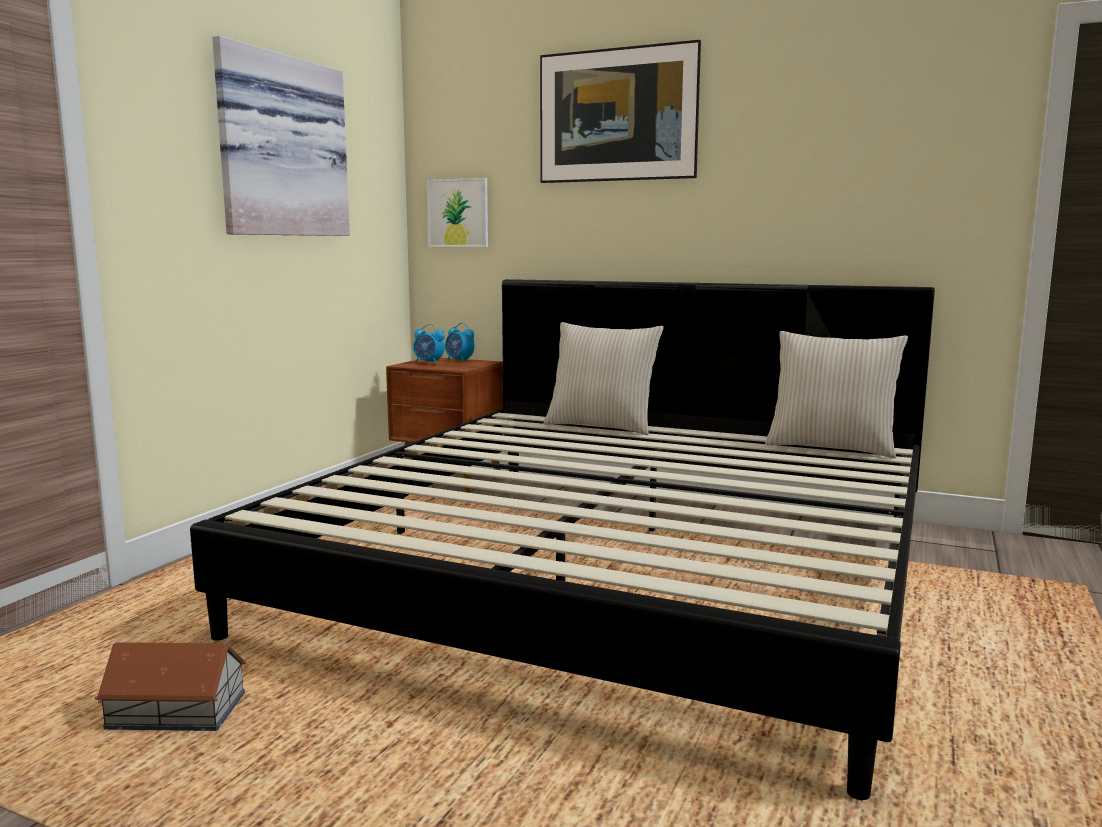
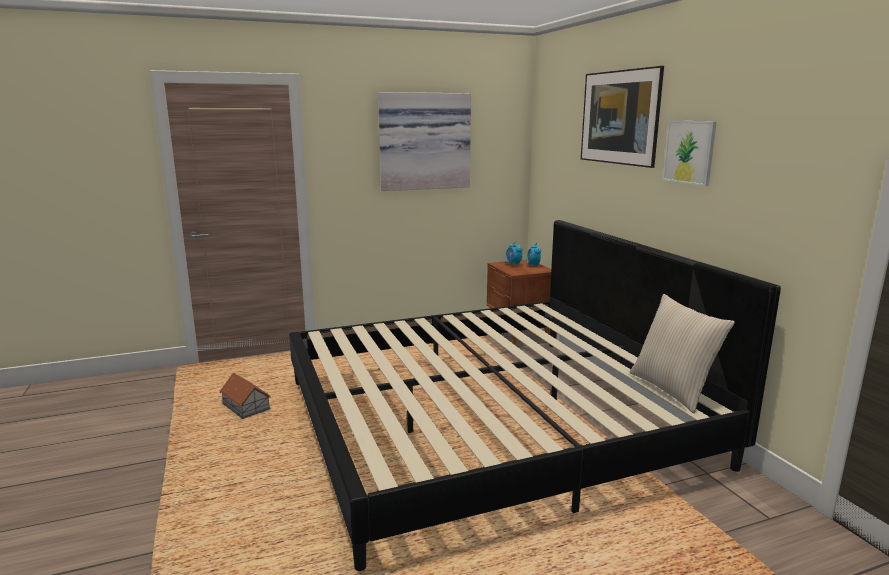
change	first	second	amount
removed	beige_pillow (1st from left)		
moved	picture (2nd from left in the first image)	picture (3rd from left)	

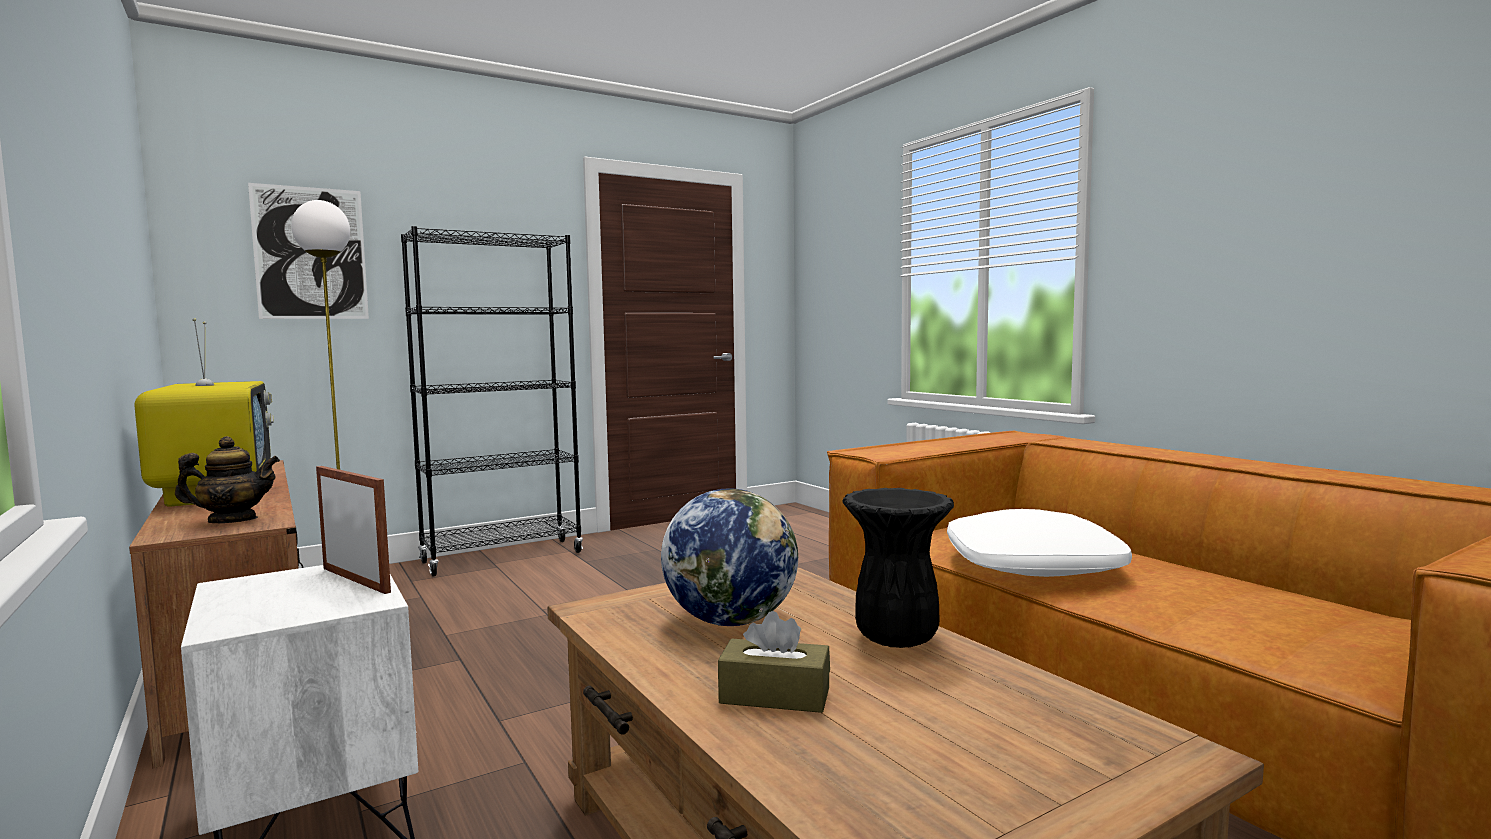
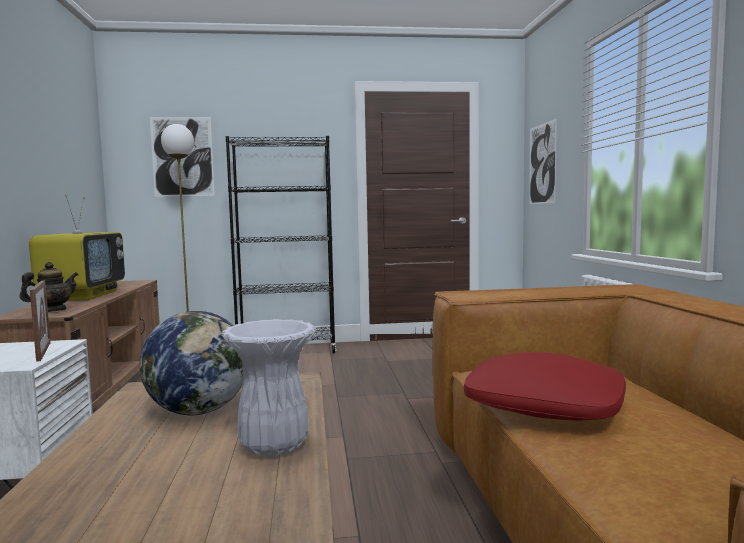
change	first	second	amount
removed	brown_tissue_box		
added		picture (2nd from left)	
recoloured	black_vase	white_vase	
recoloured	white_pillow	red_pillow	
turned	teapot		60 degrees counterclockwise

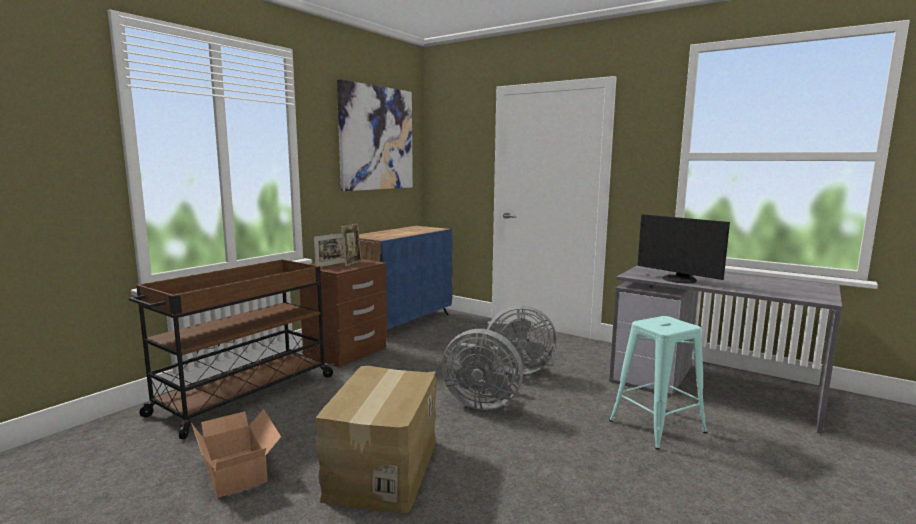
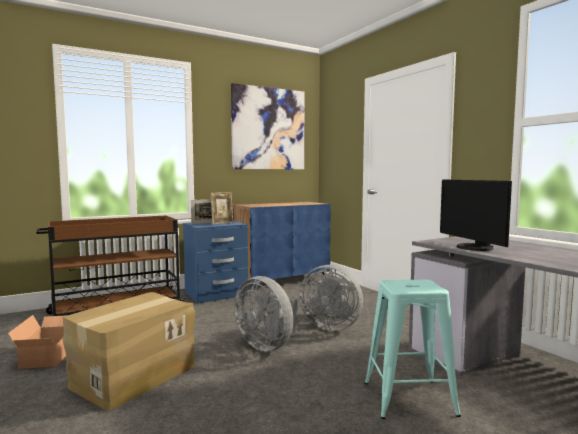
change	first	second	amount
recoloured	brown_nightstand	blue_nightstand	

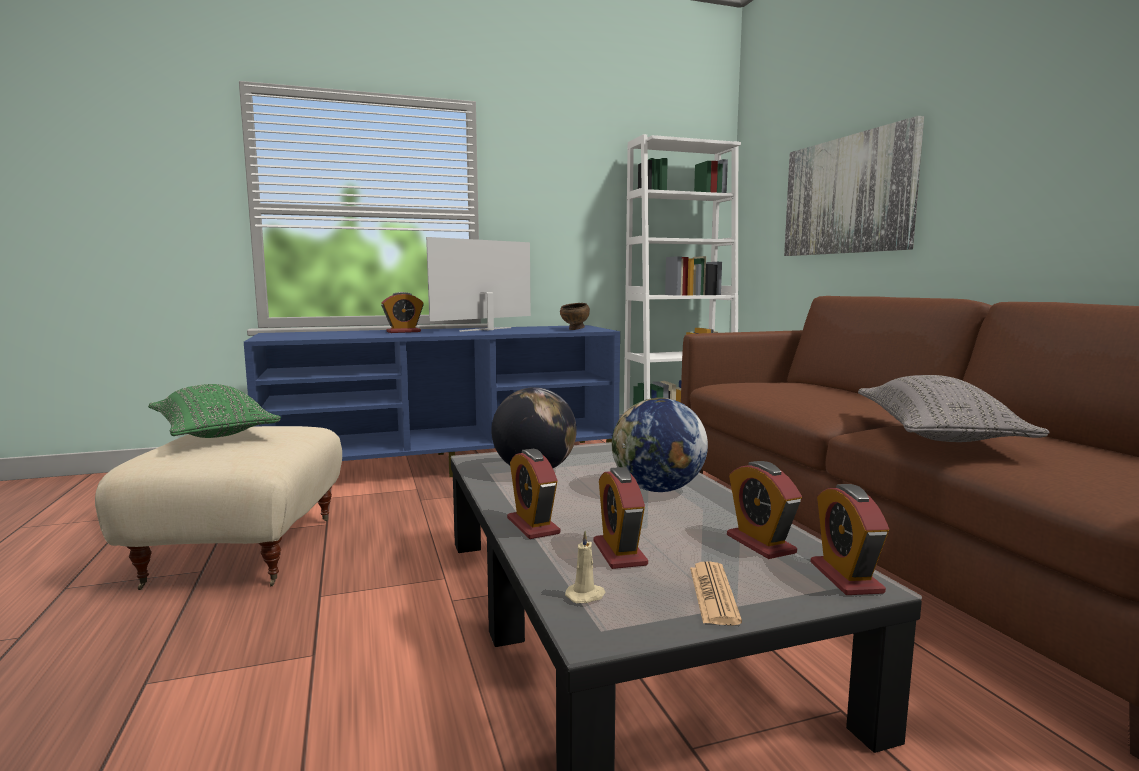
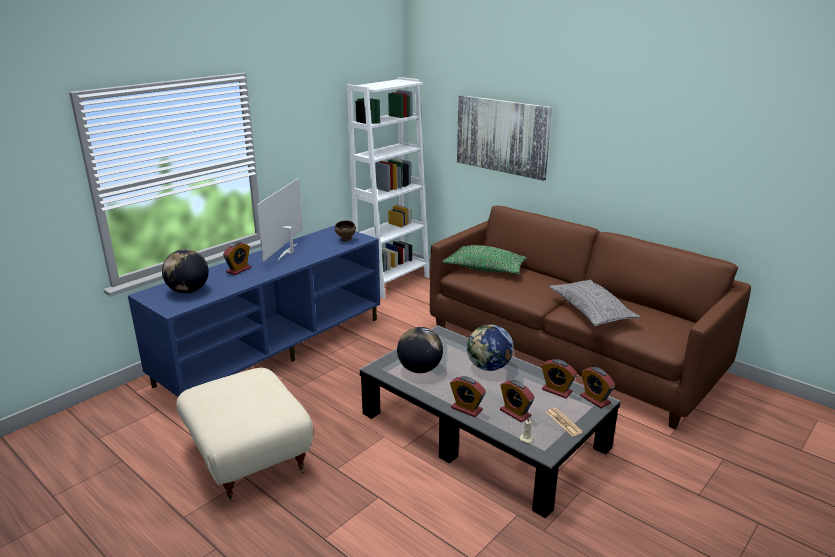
change	first	second	amount
added		globe (1st from left)	
moved	green_pillow		

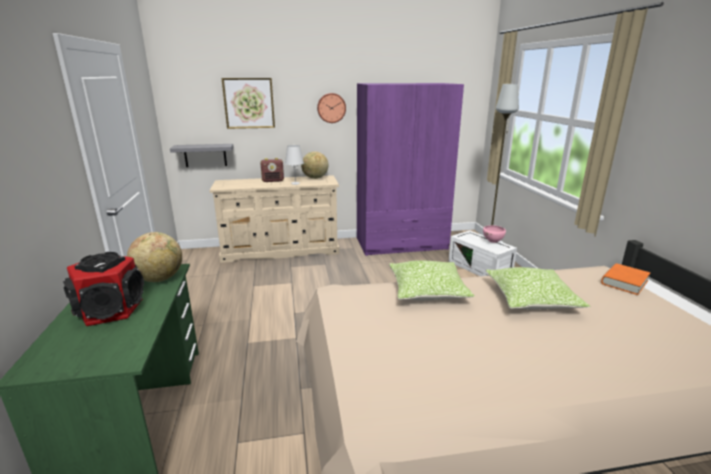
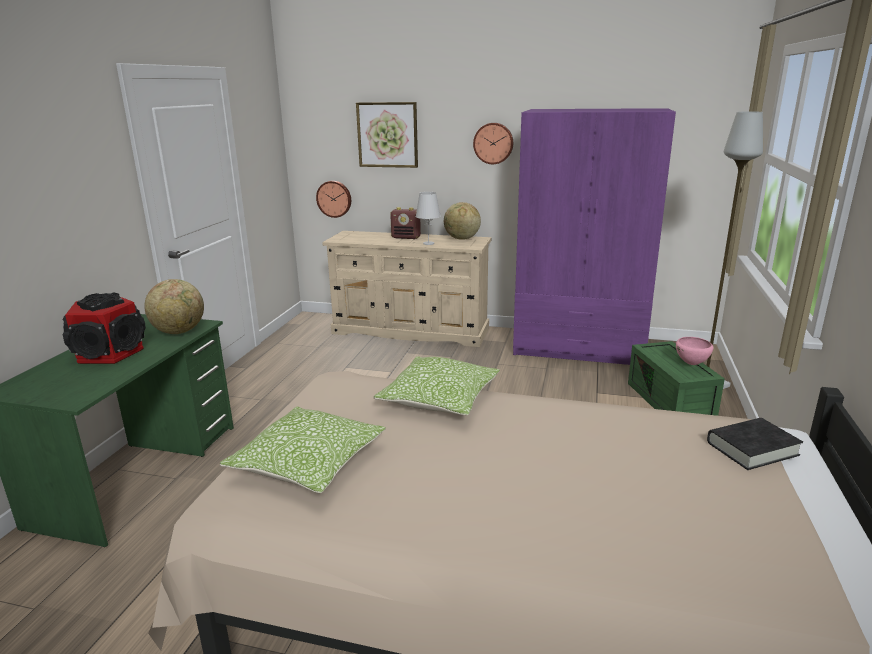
change	first	second	amount
moved	pillow (2nd from left in the first image)	pillow (1st from left)	
replaced	grey_shelf	wall_clock (1st from left)	
recoloured	white_storage_box	green_storage_box	
recoloured	orange_book	black_book	

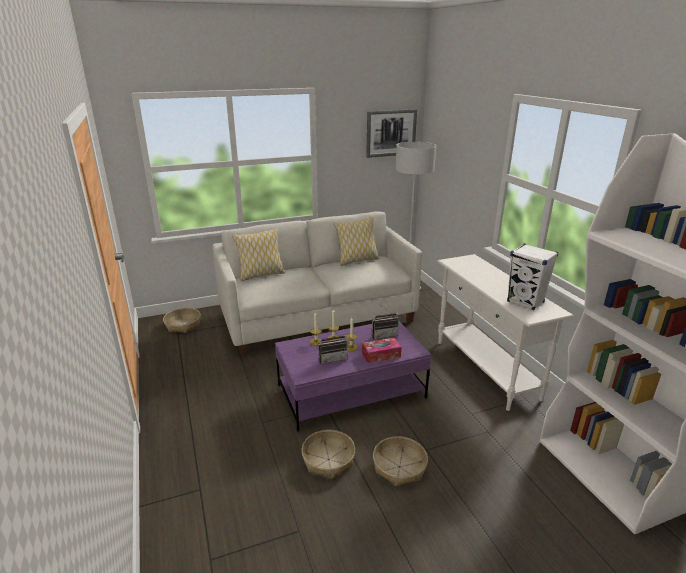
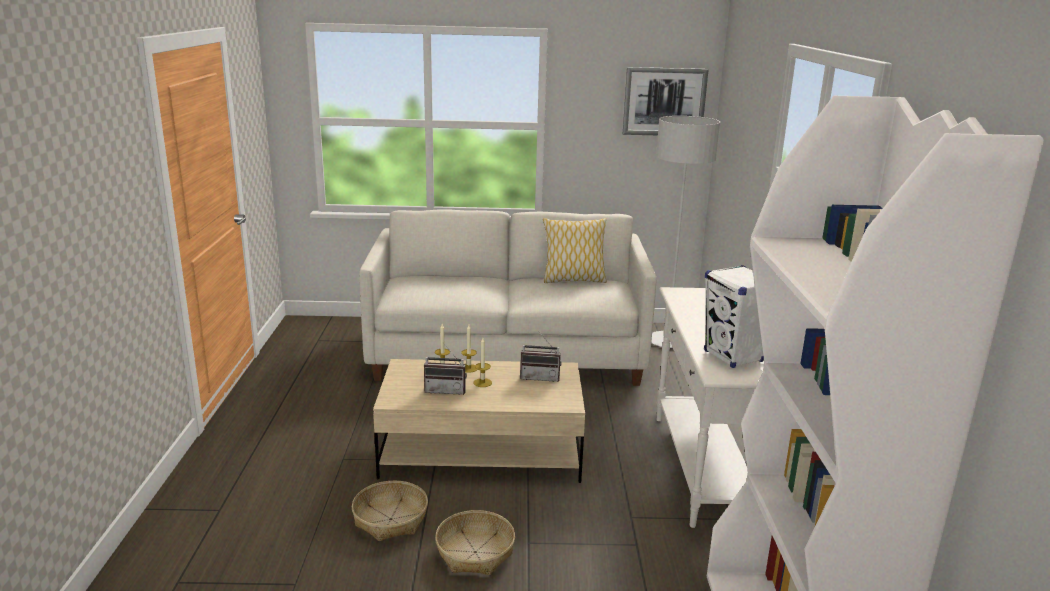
change	first	second	amount
removed	basket (1st from left)		
removed	pillow (1st from left)		
removed	tissue_box		
recoloured	purple_coffee_table	beige_coffee_table	

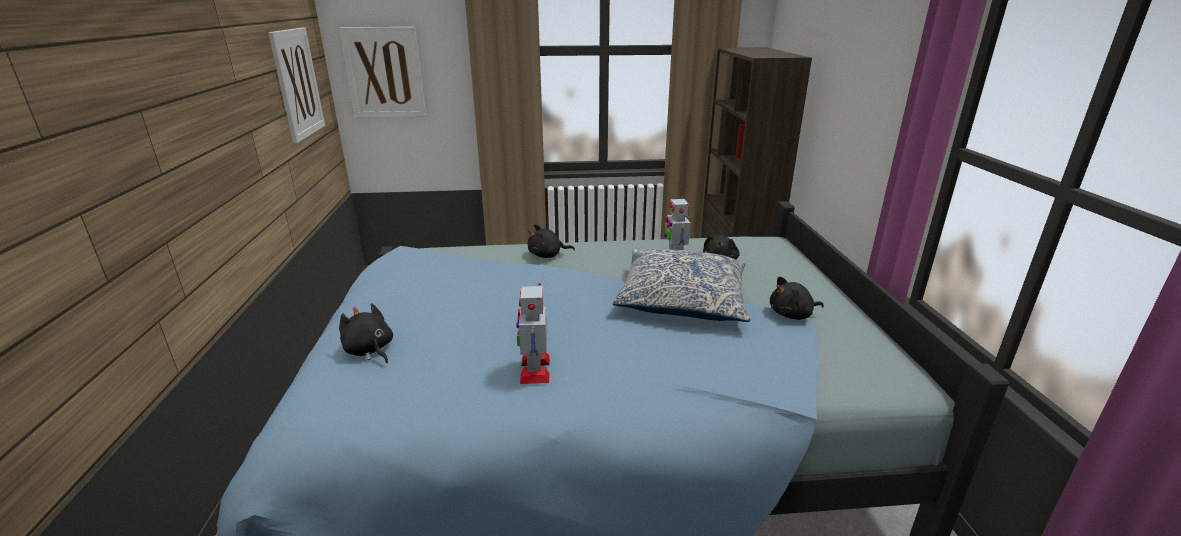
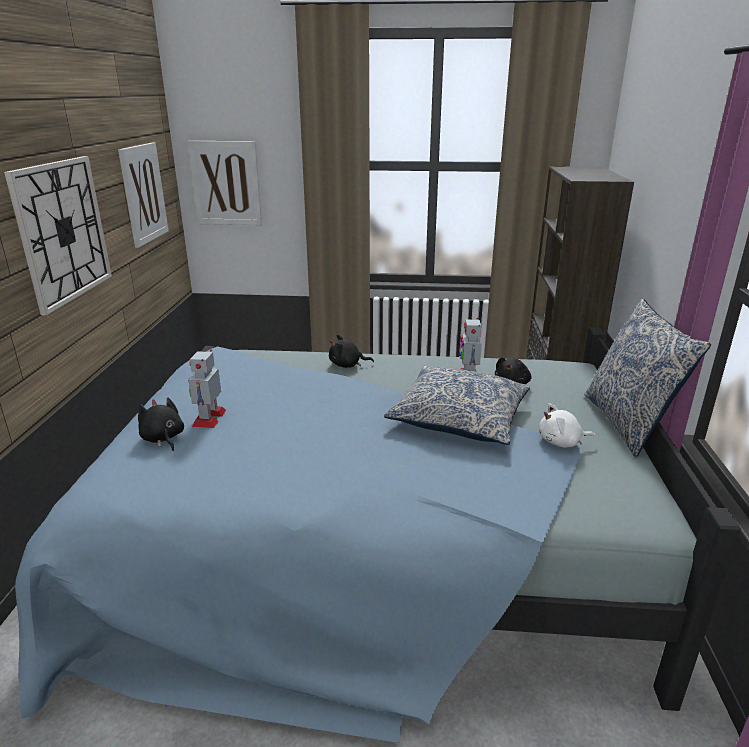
change	first	second	amount
added		wall_clock	
added		pillow (2nd from left)	
moved	toy_robot (1st from left)		
recoloured	black_plush_toy (4th from left)	white_plush_toy	

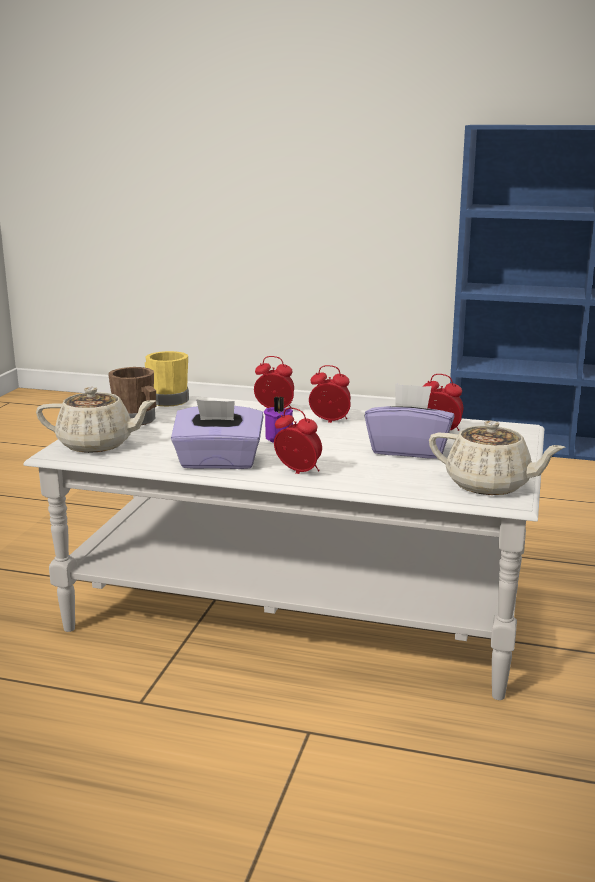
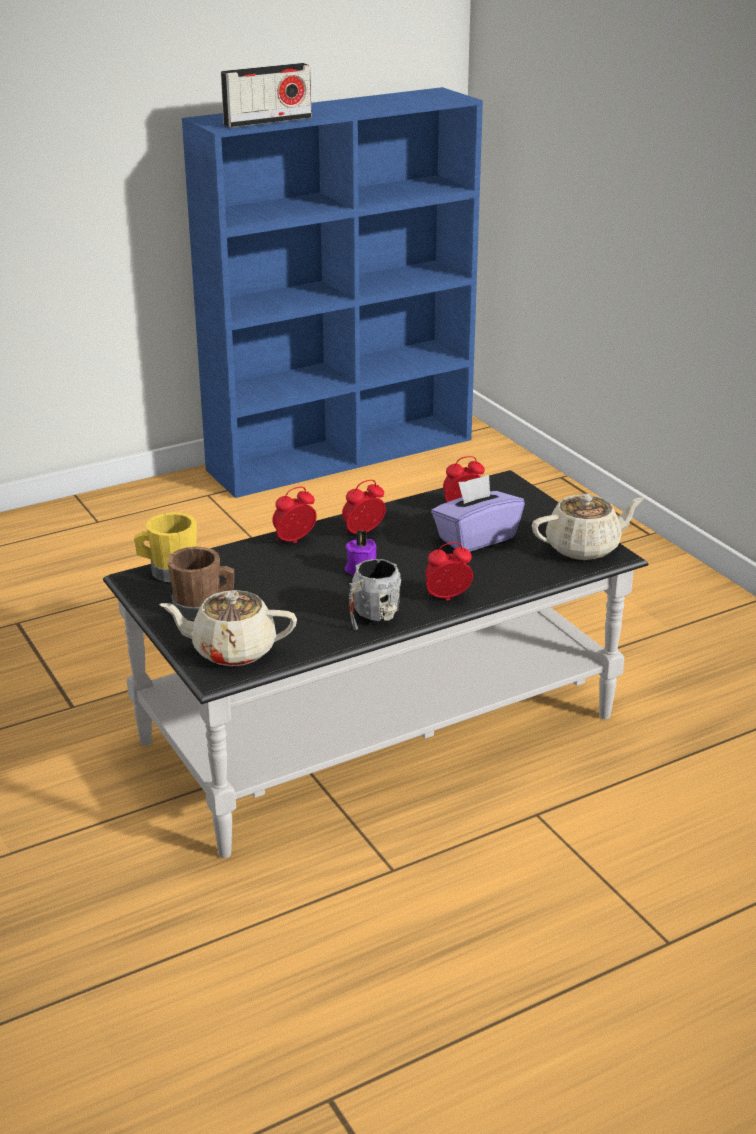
change	first	second	amount
added		radio	
replaced	purple_tissue_box (1st from left)	grey_mug	
recoloured	white_coffee_table	black_coffee_table	
turned	beige_teapot (1st from left)		135 degrees counterclockwise

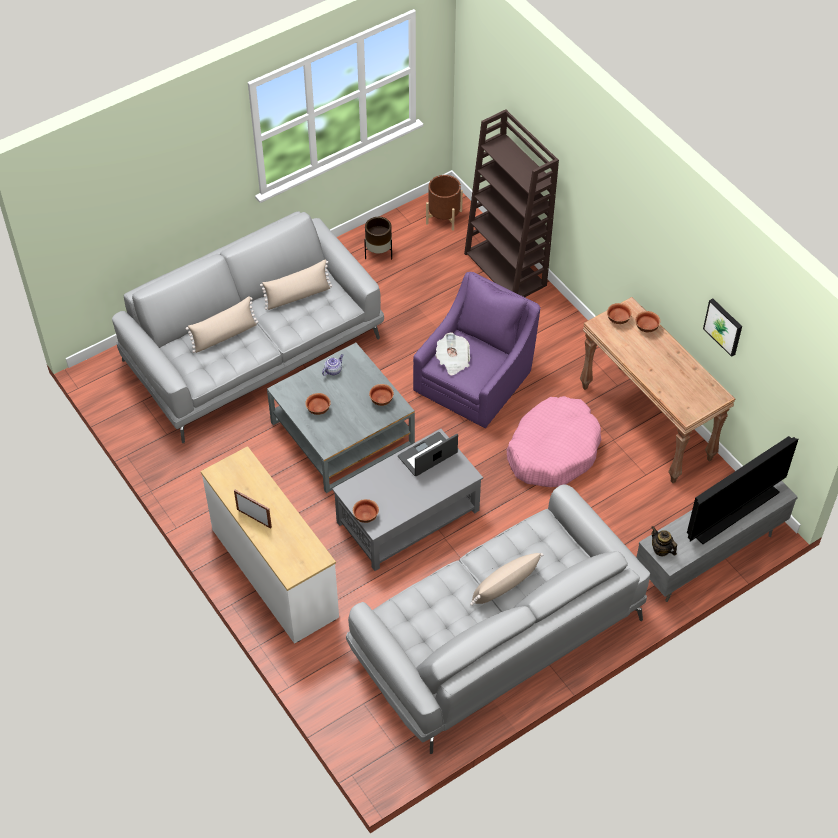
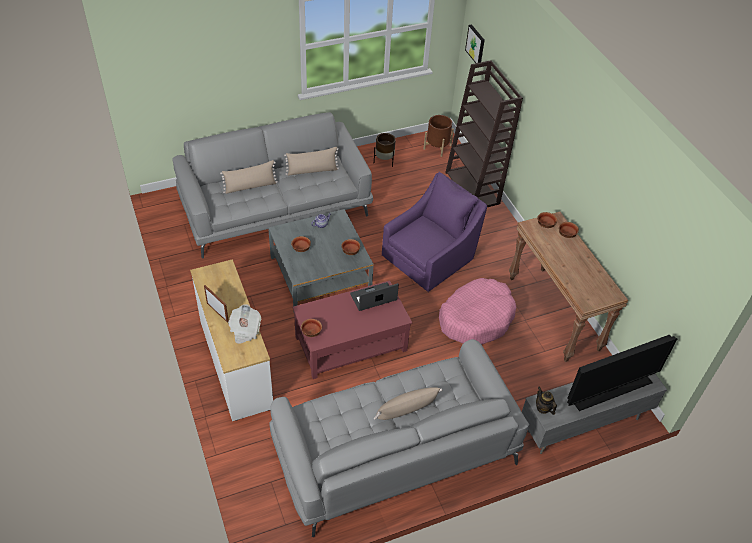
change	first	second	amount
moved	newspaper		
moved	picture		
recoloured	grey_coffee_table (2nd from left)	red_coffee_table	

